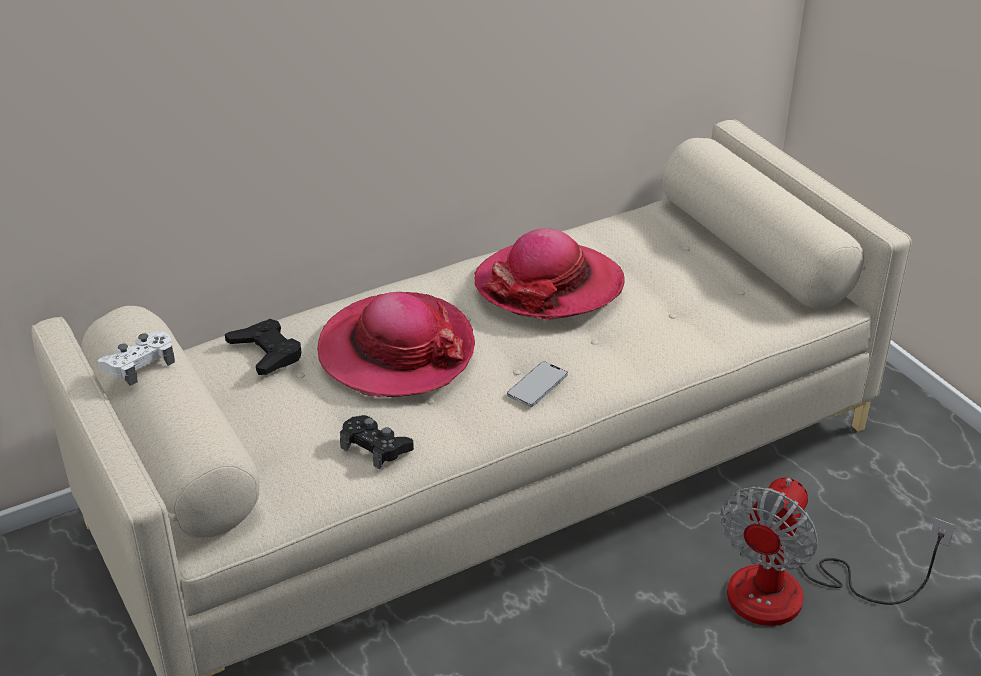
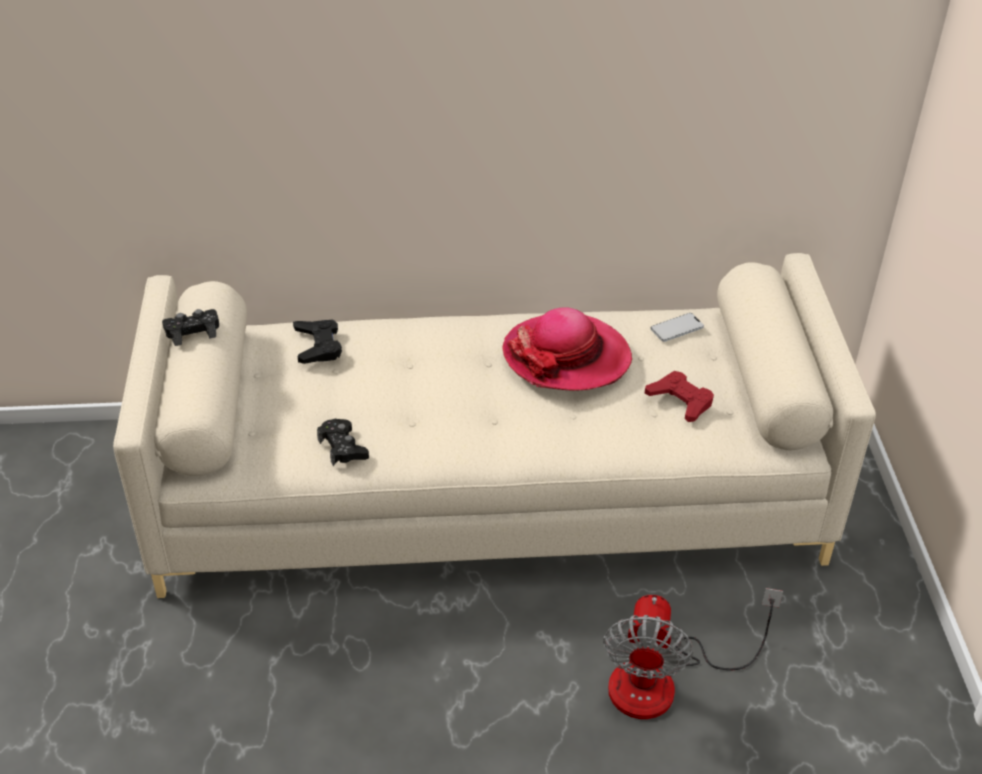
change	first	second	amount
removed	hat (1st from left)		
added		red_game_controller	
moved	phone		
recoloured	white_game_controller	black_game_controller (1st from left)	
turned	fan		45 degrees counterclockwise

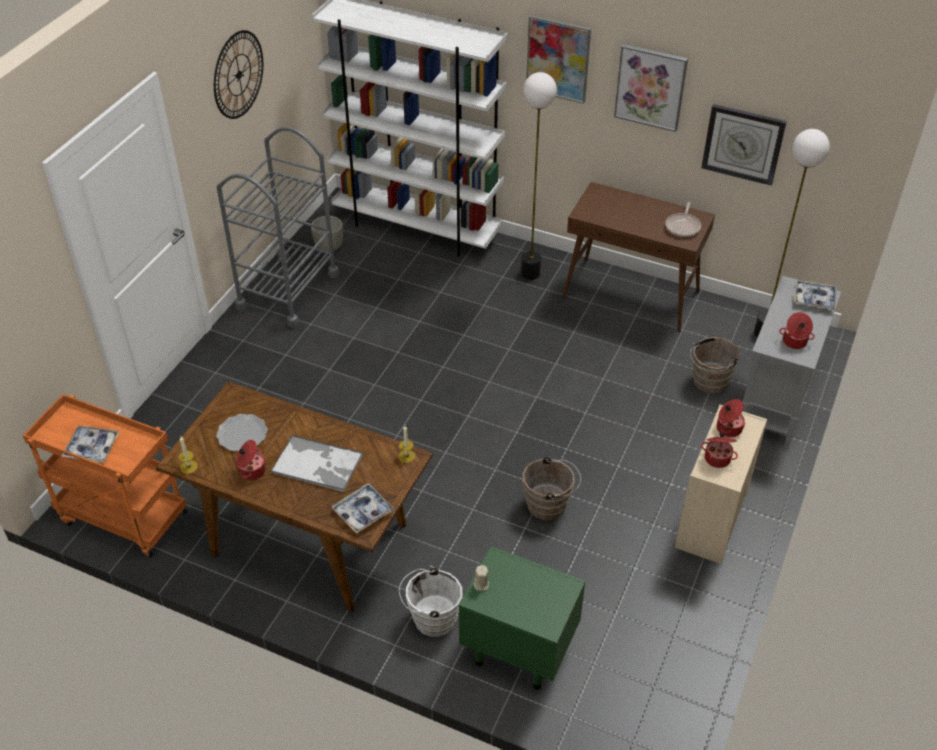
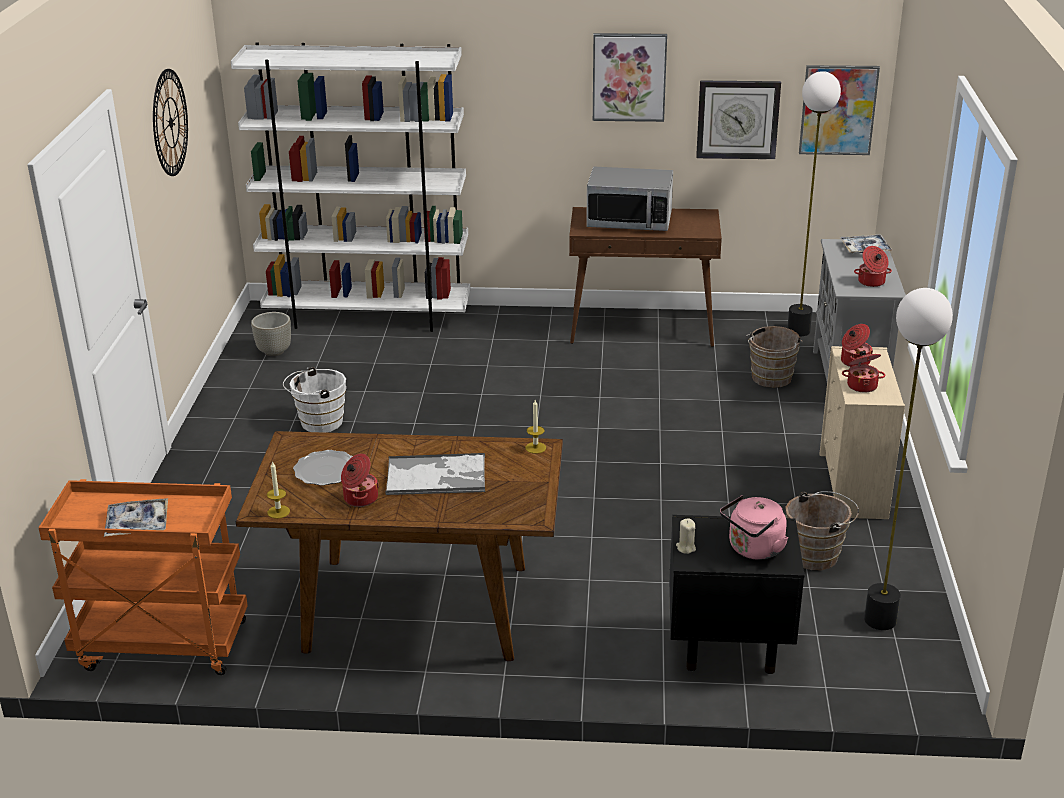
change	first	second	amount
removed	grey_cart		
removed	tray (3rd from left)		
removed	frying_pan		
added		microwave	
added		pink_kettle	
moved	white_bucket		
moved	floor_lamp (1st from left in the first image)	floor_lamp (2nd from left)	
moved	brown_bucket (1st from left in the first image)	brown_bucket (2nd from left)	
moved	picture (1st from left in the first image)	picture (2nd from left)	
recoloured	green_nightstand	black_nightstand	

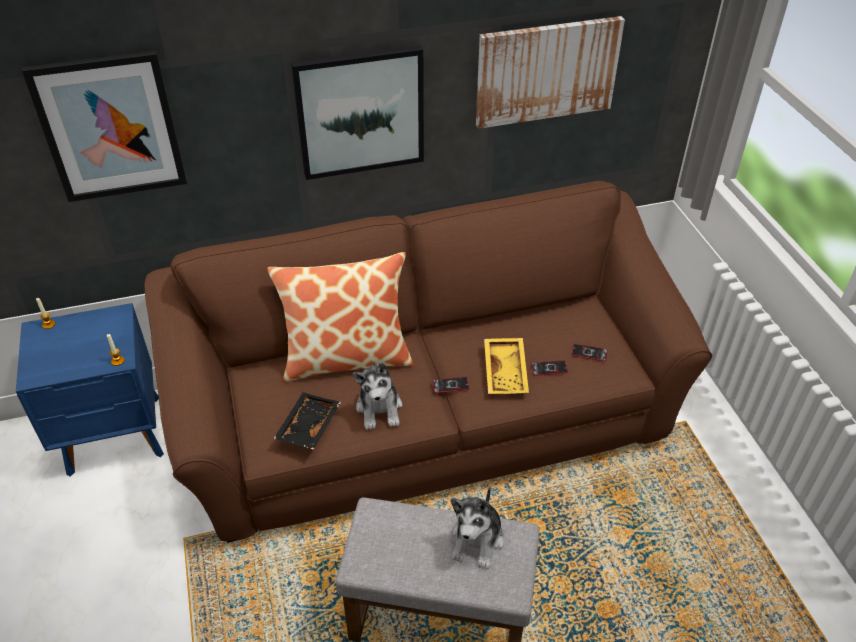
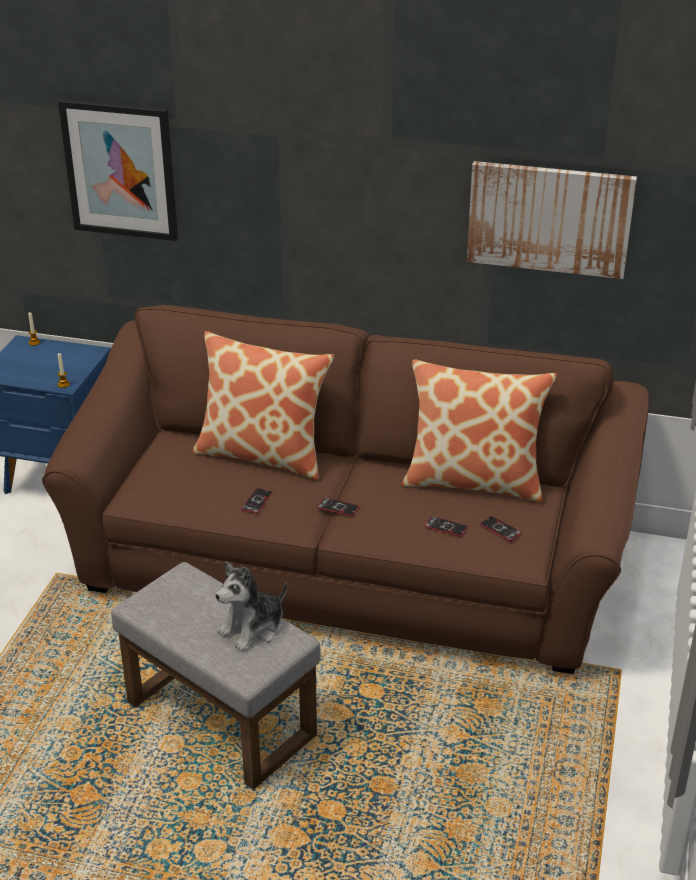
change	first	second	amount
removed	black_tray		
removed	picture (2nd from left)		
removed	yellow_tray		
added		pillow (2nd from left)	
replaced	plush_toy (1st from left)	phone (1st from left)	

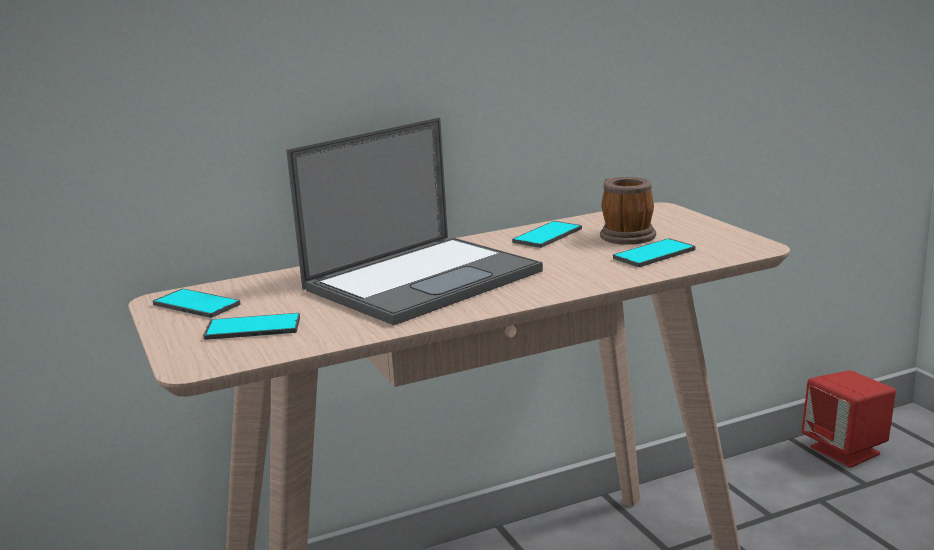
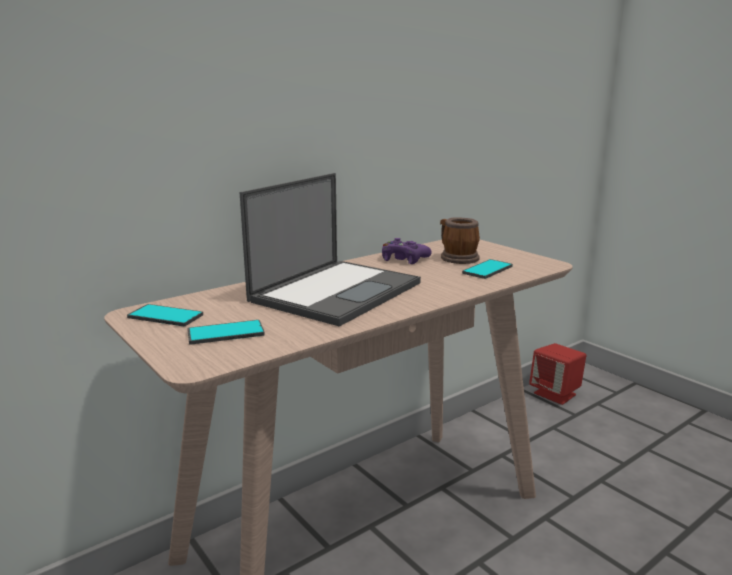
change	first	second	amount
replaced	phone (3rd from left)	purple_game_controller	

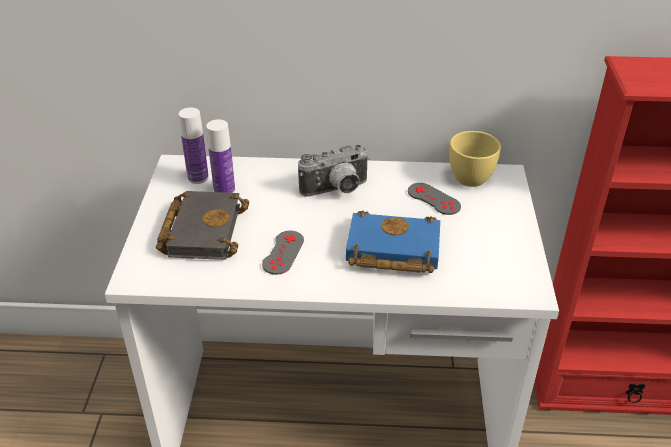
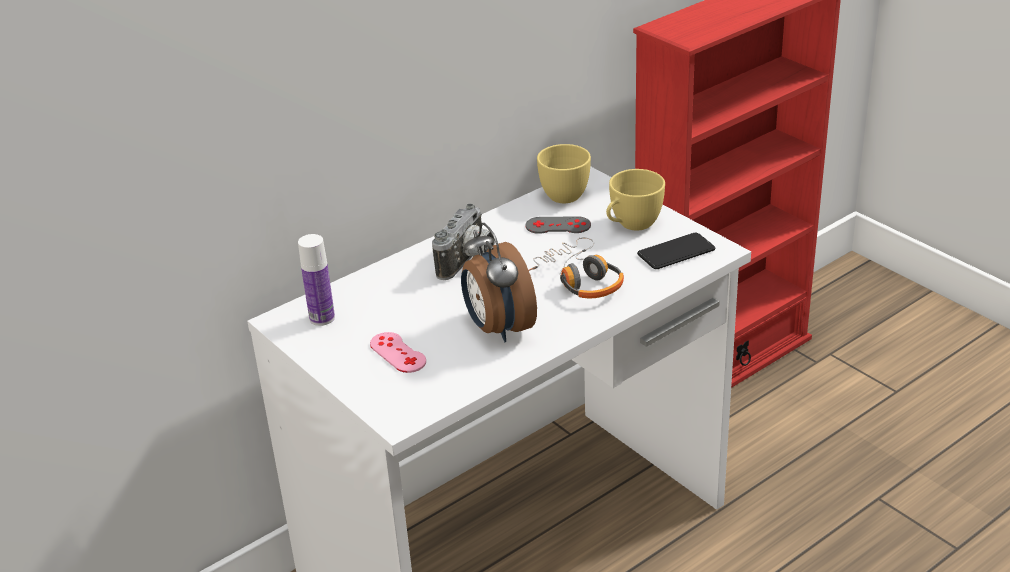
change	first	second	amount
removed	bottle (2nd from left)		
added		yellow_cup (2nd from left)	
added		phone	
replaced	black_book	pink_game_controller	
replaced	grey_game_controller (1st from left)	alarm_clock	
replaced	blue_book	headphones	

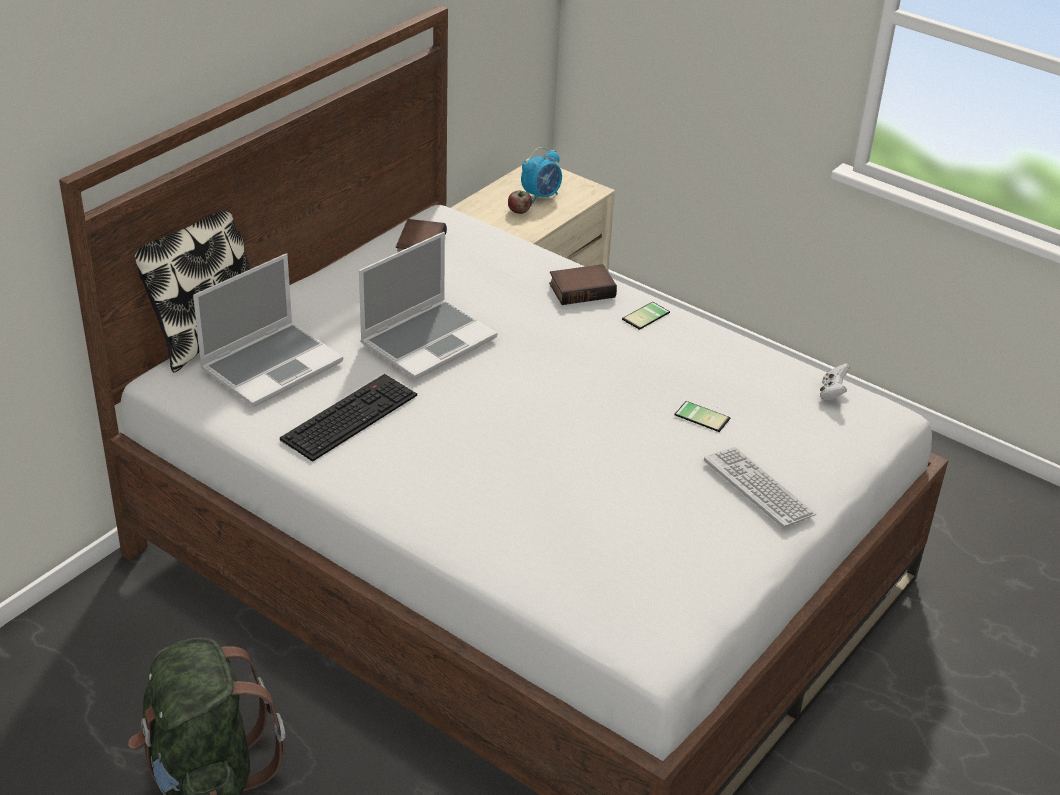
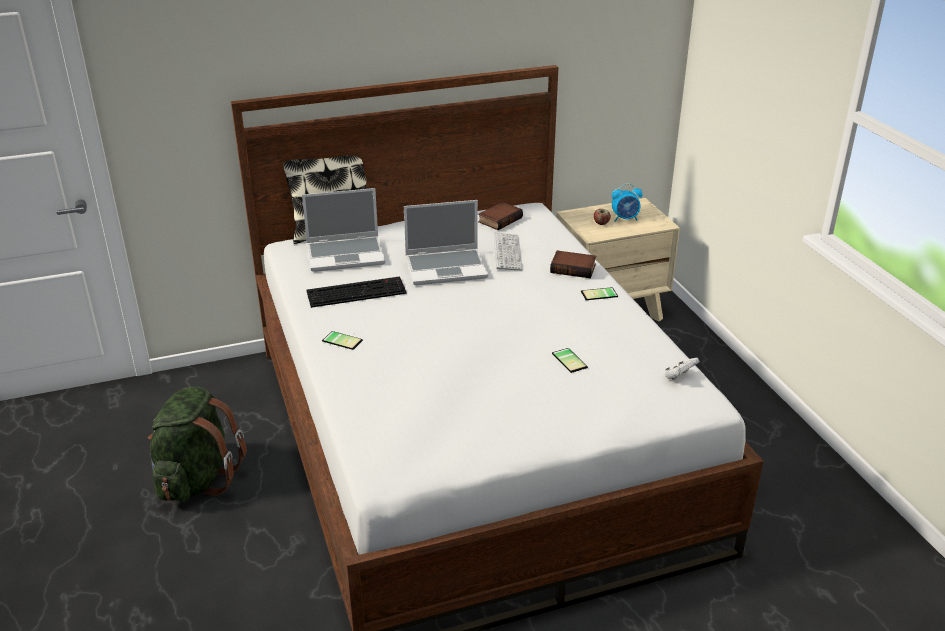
change	first	second	amount
added		phone (1st from left)	
moved	keyboard (2nd from left)		

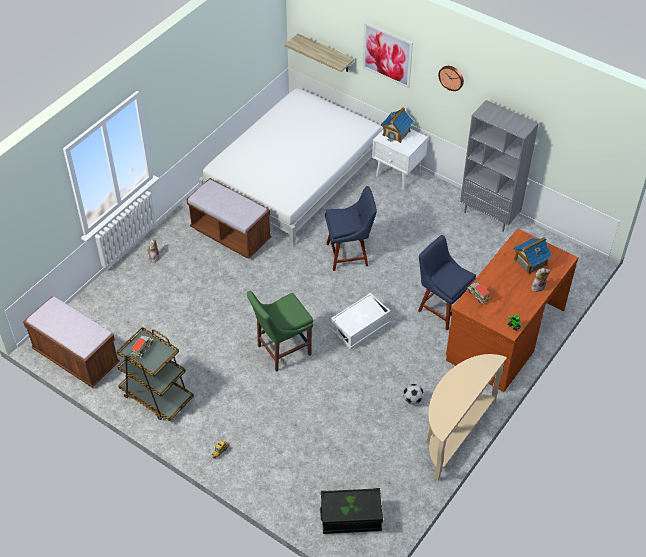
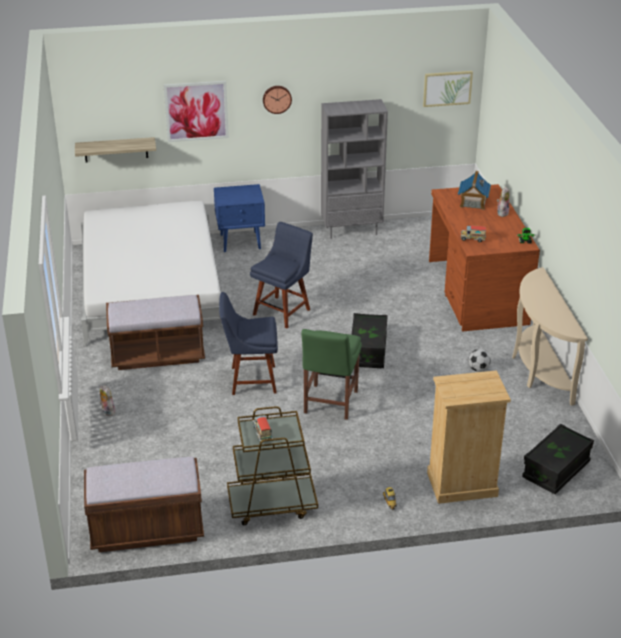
change	first	second	amount
removed	toy_house (1st from left)		
added		picture (2nd from left)	
added		beige_dresser	
moved	blue_chair (2nd from left in the first image)	blue_chair (1st from left)	
recoloured	white_storage_box	black_storage_box (1st from left)	
recoloured	white_nightstand	blue_nightstand	

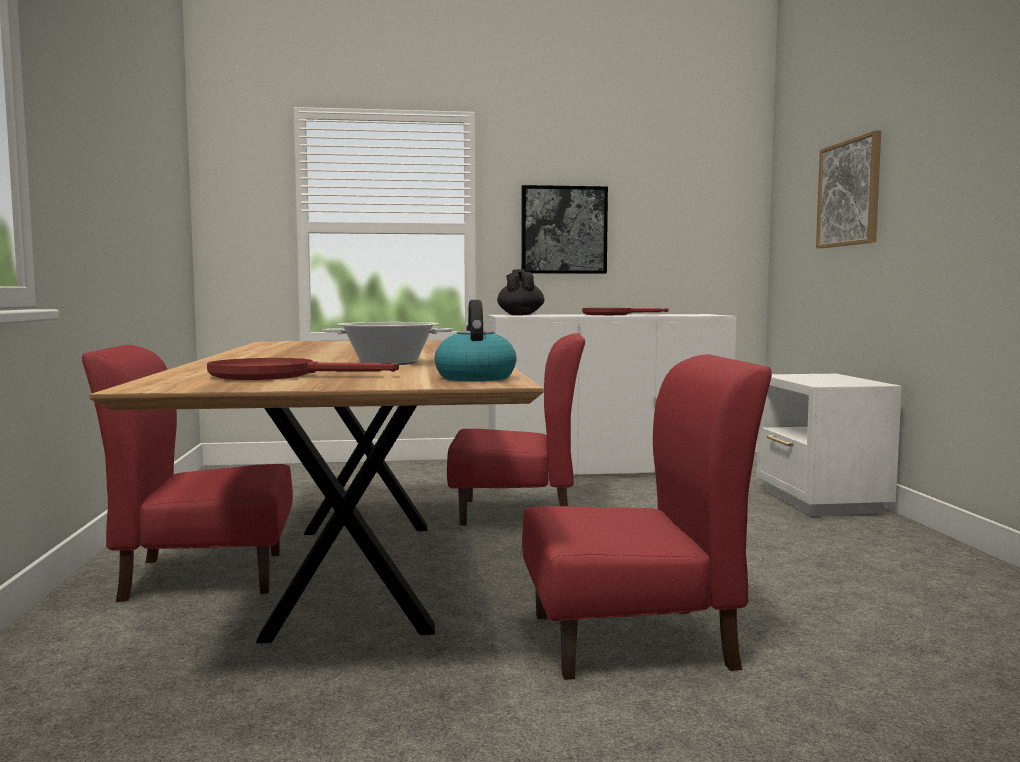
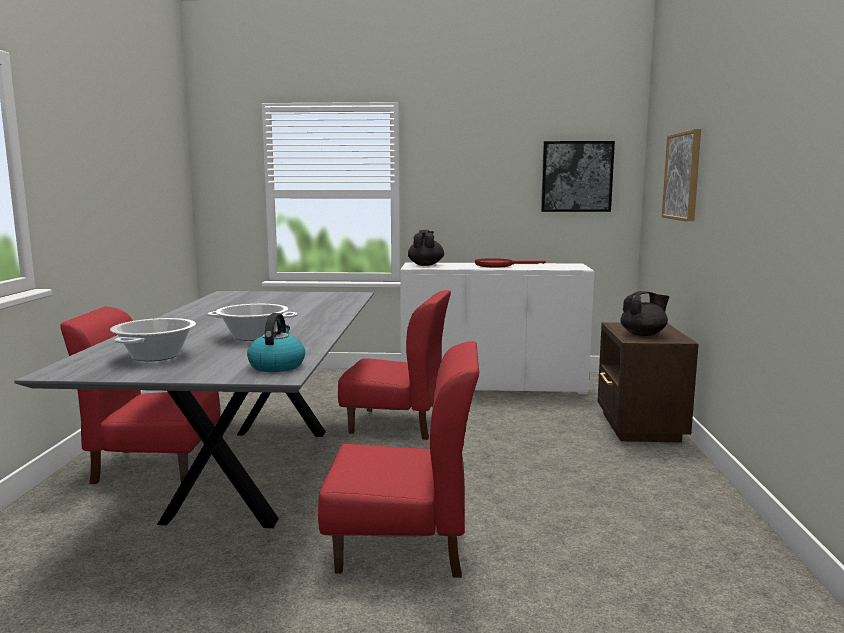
change	first	second	amount
added		black_teapot (2nd from left)	
moved	picture (1st from left)		
replaced	red_frying_pan (1st from left)	cooking_pot (1st from left)	
recoloured	brown_dining_table	grey_dining_table	
recoloured	white_nightstand	brown_nightstand	

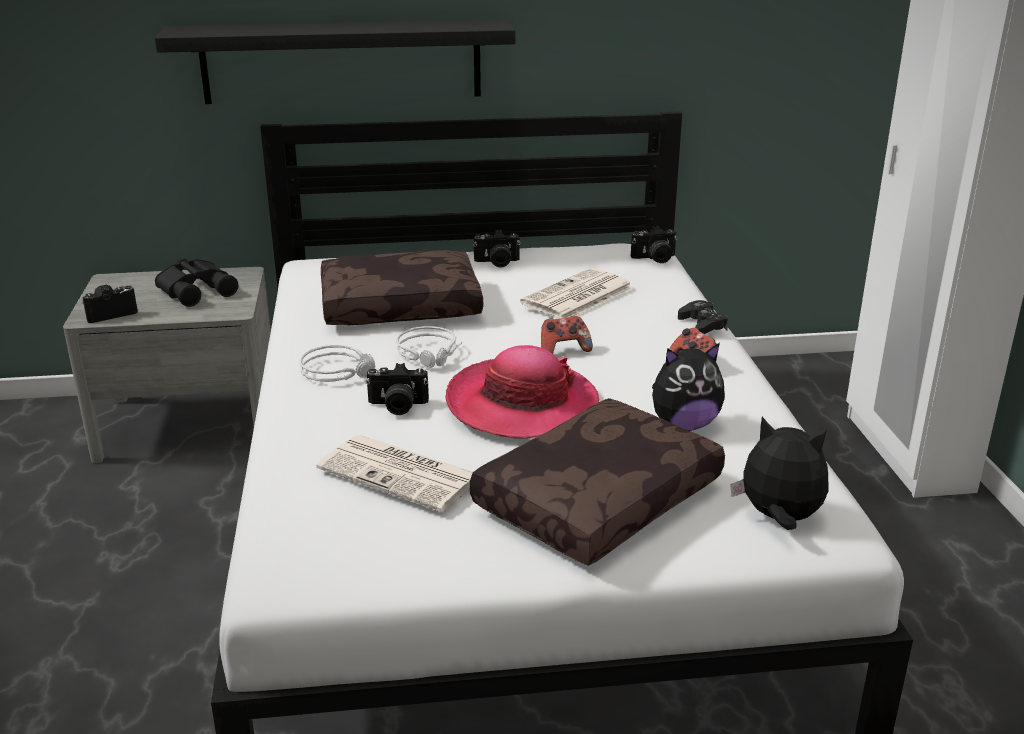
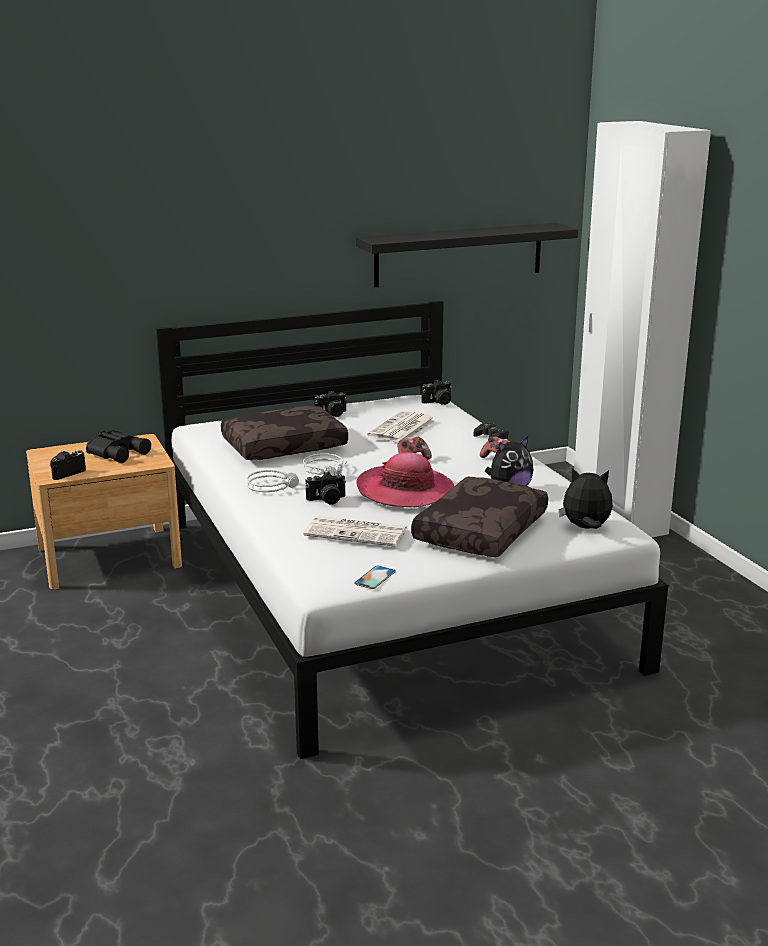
change	first	second	amount
added		phone	
moved	black_shelf		
recoloured	grey_nightstand	brown_nightstand	

